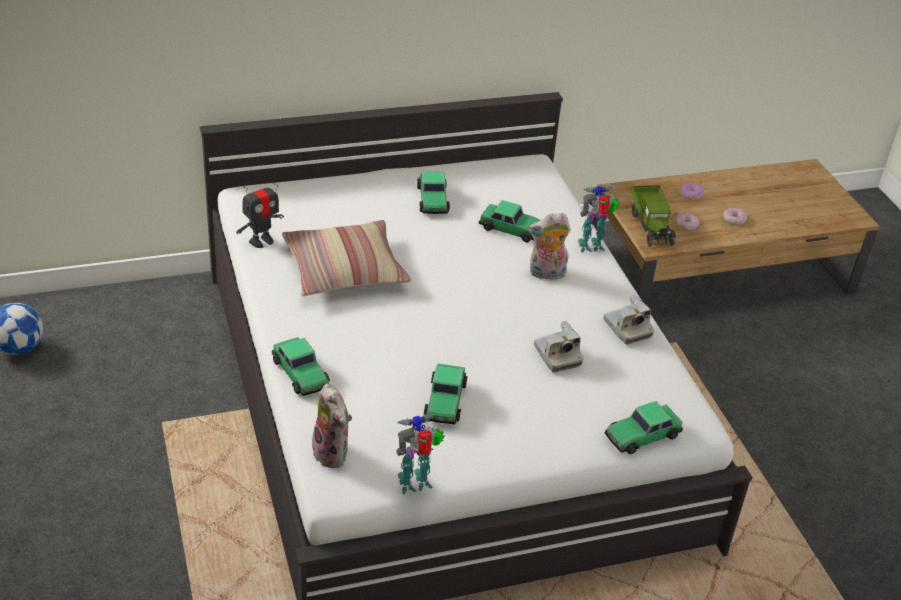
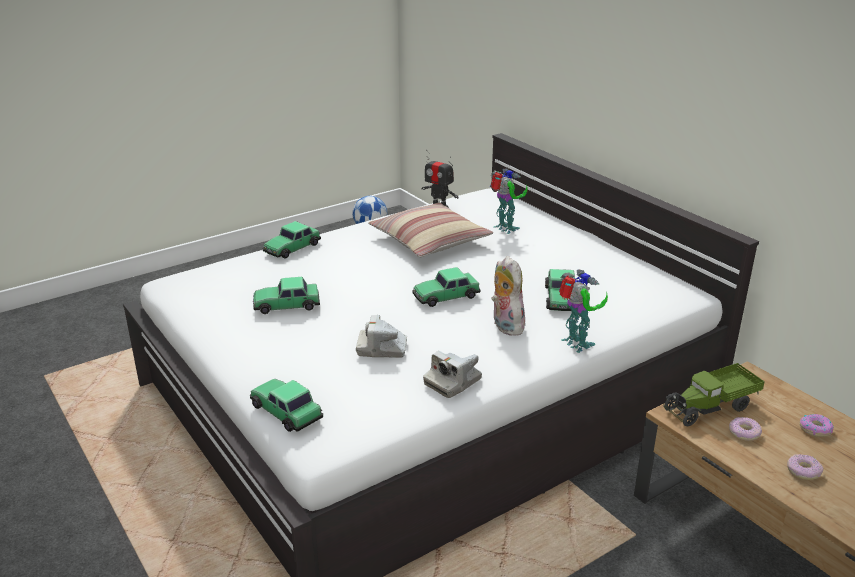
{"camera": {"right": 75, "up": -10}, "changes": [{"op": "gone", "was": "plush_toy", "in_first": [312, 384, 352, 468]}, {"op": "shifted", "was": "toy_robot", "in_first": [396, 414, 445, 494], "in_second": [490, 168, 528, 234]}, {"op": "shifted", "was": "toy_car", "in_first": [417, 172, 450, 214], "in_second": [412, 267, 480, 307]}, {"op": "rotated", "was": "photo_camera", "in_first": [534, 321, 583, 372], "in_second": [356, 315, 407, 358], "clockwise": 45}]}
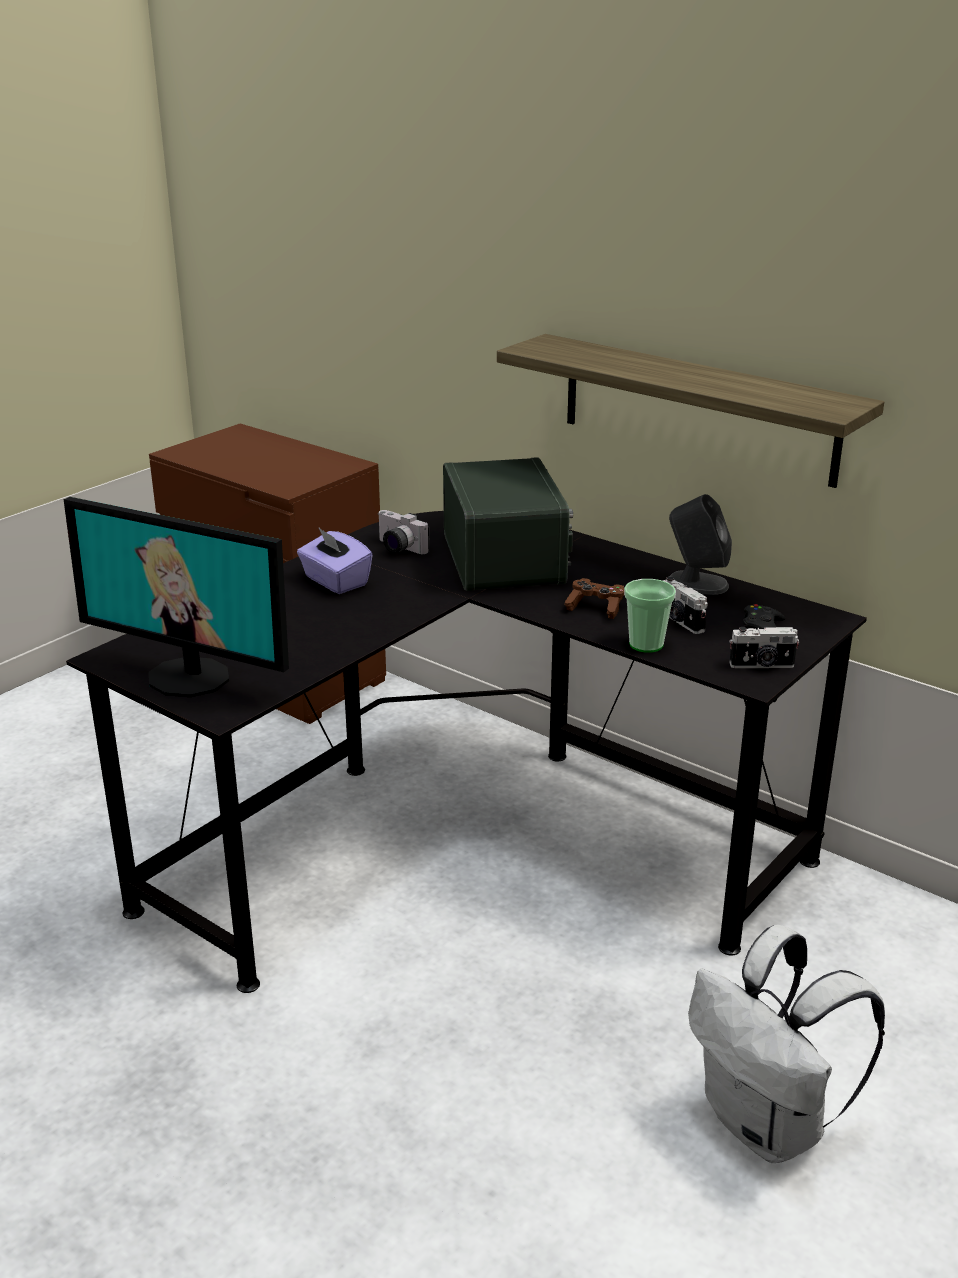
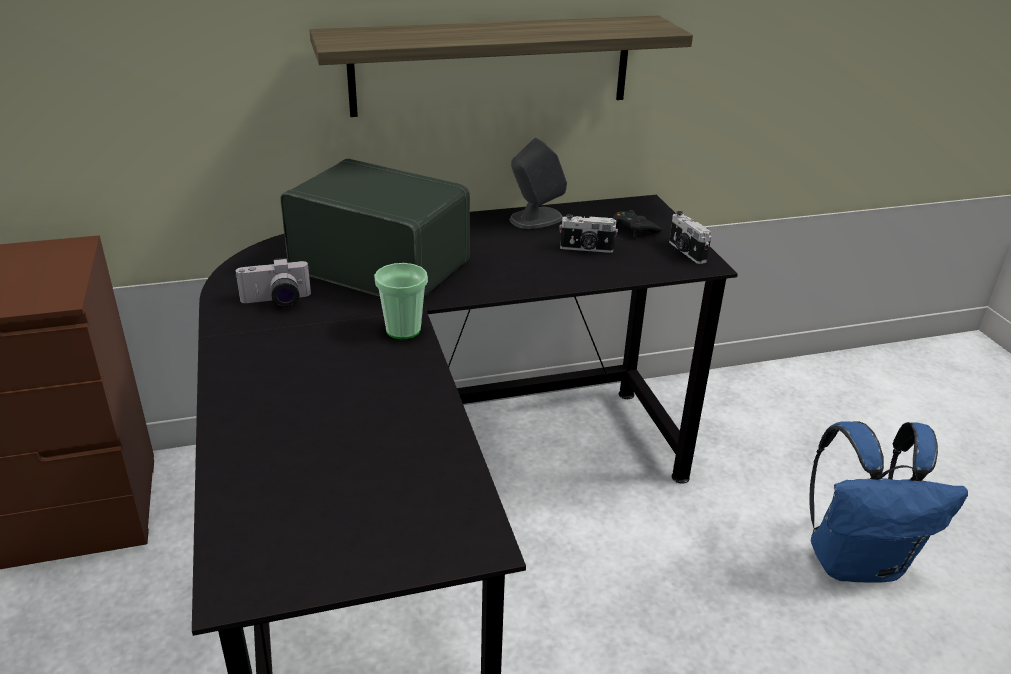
{"camera": {"right": -55, "up": 5}, "changes": [{"op": "gone", "was": "monitor", "in_first": [64, 497, 289, 697]}, {"op": "gone", "was": "purple_tissue_box", "in_first": [297, 527, 373, 594]}, {"op": "gone", "was": "brown_game_controller", "in_first": [564, 578, 624, 619]}, {"op": "shifted", "was": "cup", "in_first": [624, 579, 676, 653], "in_second": [374, 263, 428, 339]}, {"op": "repainted", "was": "white_backpack", "now": "blue_backpack", "in_first": [688, 925, 885, 1163], "in_second": [810, 421, 968, 583]}, {"op": "rotated", "was": "photo_camera", "in_first": [729, 627, 799, 668], "in_second": [669, 211, 711, 264], "clockwise": 120}]}
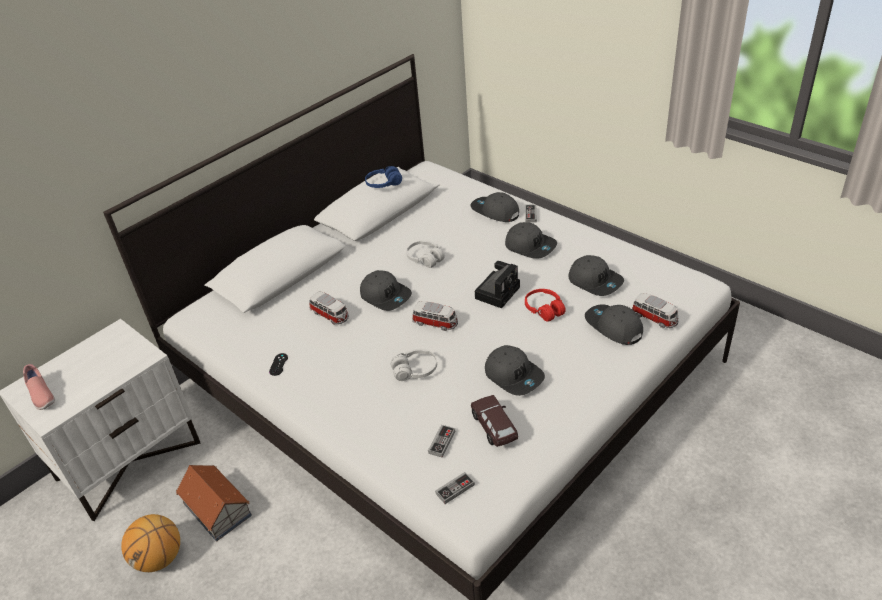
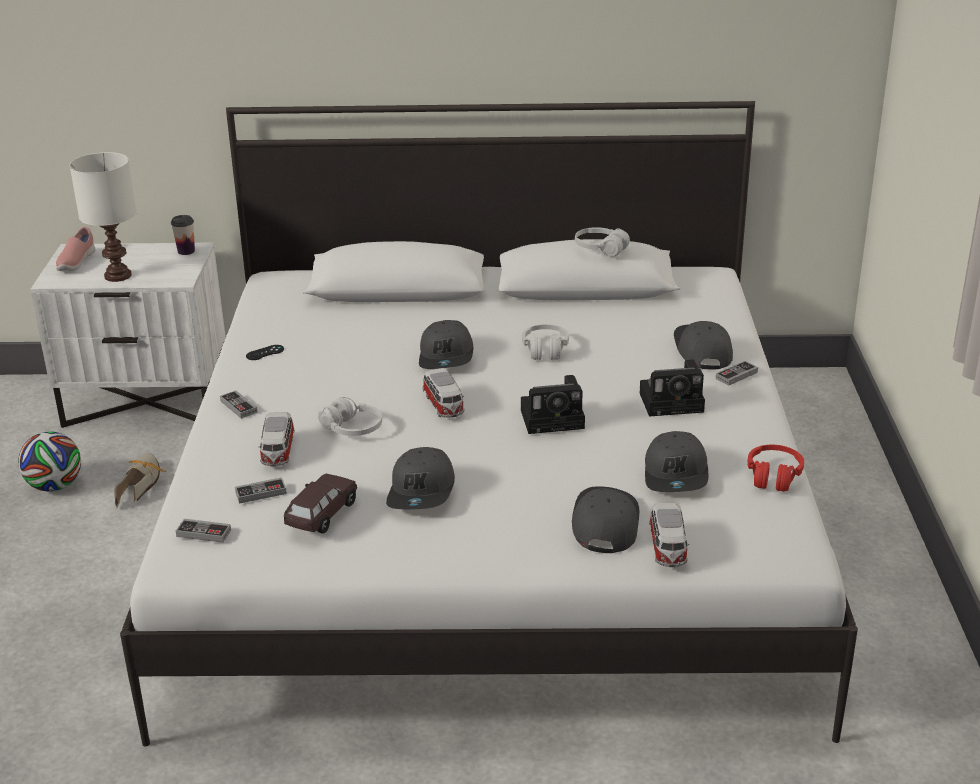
{"camera": {"right": 45, "up": -10}, "changes": [{"op": "new", "now": "white_table_lamp", "in_second": [70, 152, 137, 282]}, {"op": "new", "now": "cup", "in_second": [171, 215, 195, 255]}, {"op": "new", "now": "game_controller", "in_second": [220, 391, 258, 419]}, {"op": "shifted", "was": "toy_car", "in_first": [309, 291, 349, 325], "in_second": [258, 412, 295, 467]}, {"op": "shifted", "was": "red_headphones", "in_first": [525, 289, 566, 321], "in_second": [748, 445, 804, 492]}, {"op": "swapped", "was": "basketball", "now": "football", "in_first": [121, 514, 180, 572], "in_second": [18, 431, 81, 492]}, {"op": "swapped", "was": "toy_house", "now": "shoe", "in_first": [176, 465, 252, 541], "in_second": [114, 453, 166, 507]}, {"op": "swapped", "was": "grey_cap", "now": "photo_camera", "in_first": [505, 222, 557, 259], "in_second": [640, 359, 705, 416]}, {"op": "repainted", "was": "blue_headphones", "now": "white_headphones", "in_first": [365, 166, 402, 188], "in_second": [575, 227, 630, 257]}]}
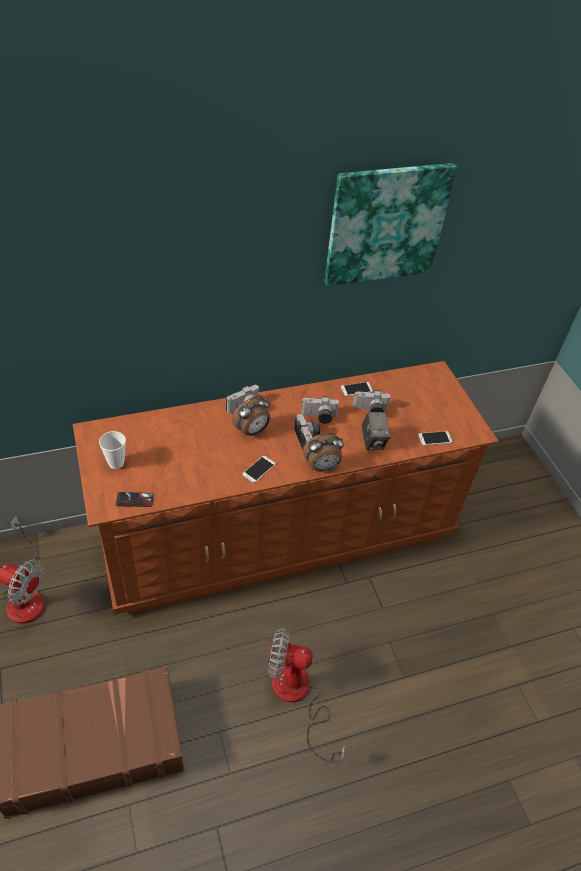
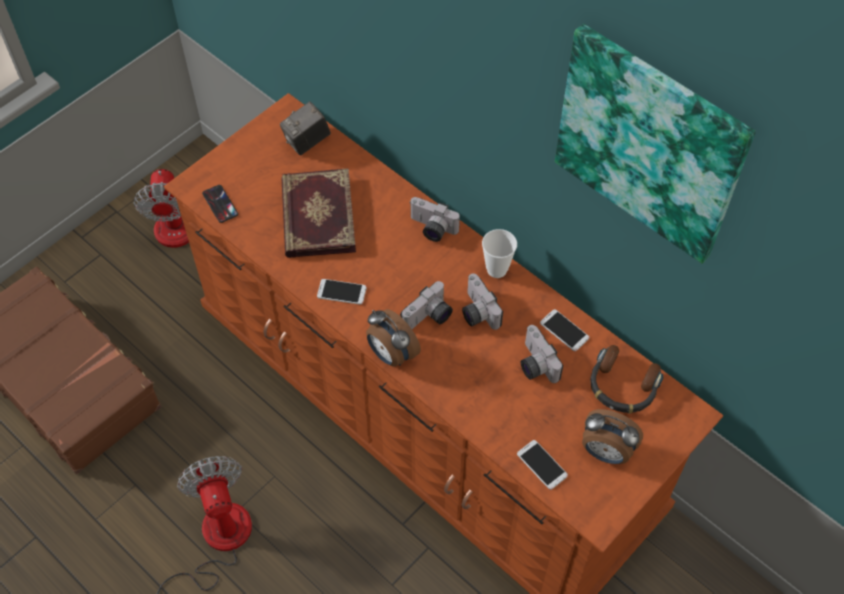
{"camera": {"right": 65, "up": 10}, "changes": [{"op": "new", "now": "book", "in_second": [281, 168, 356, 258]}, {"op": "new", "now": "headphones", "in_second": [590, 345, 664, 413]}, {"op": "shifted", "was": "cup", "in_first": [99, 431, 126, 469], "in_second": [482, 229, 517, 278]}, {"op": "shifted", "was": "alarm_clock", "in_first": [232, 395, 270, 436], "in_second": [582, 409, 643, 464]}, {"op": "shifted", "was": "photo_camera", "in_first": [361, 412, 391, 450], "in_second": [280, 101, 331, 155]}]}
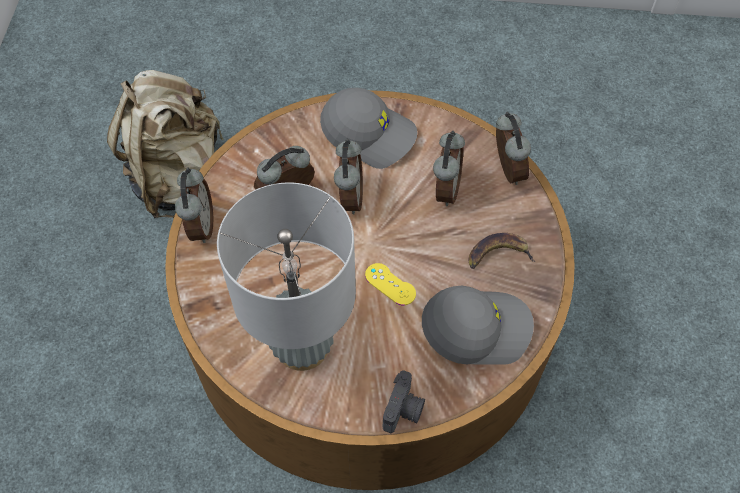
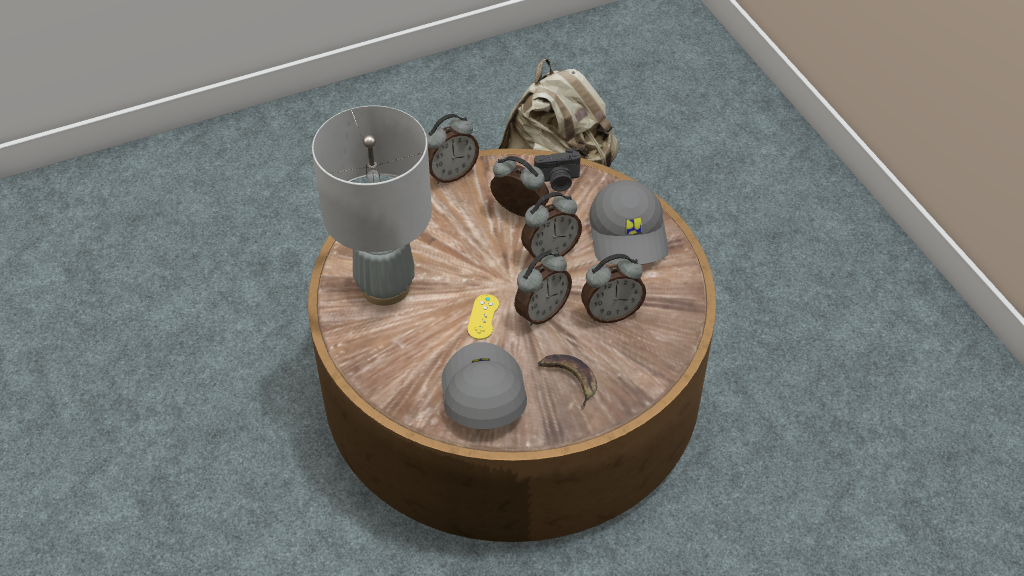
{"camera": {"right": 60, "up": -10}, "changes": [{"op": "shifted", "was": "photo_camera", "in_first": [383, 370, 425, 433], "in_second": [534, 149, 581, 191]}, {"op": "shifted", "was": "alarm_clock", "in_first": [496, 112, 531, 185], "in_second": [514, 251, 572, 326]}, {"op": "rotated", "was": "grey_cap", "in_first": [422, 286, 534, 365], "in_second": [442, 342, 527, 429], "clockwise": -150}]}
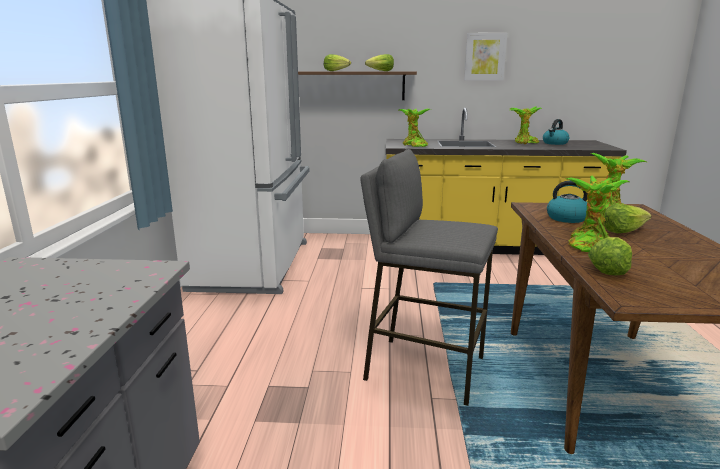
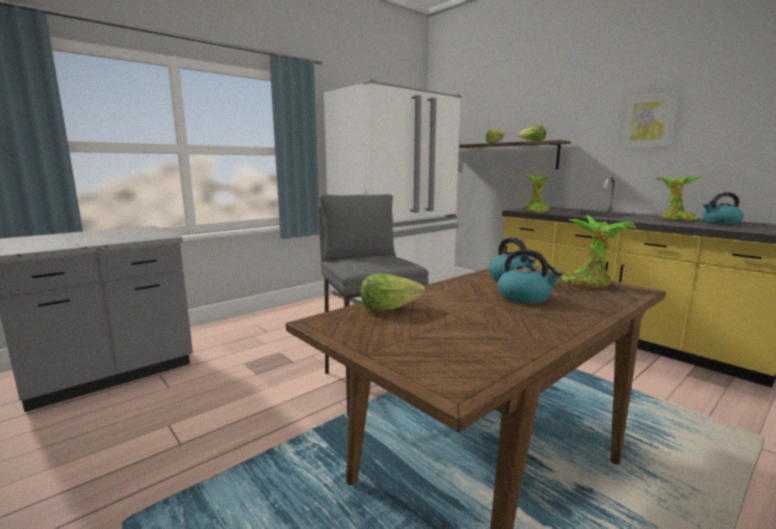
{"camera": {"right": 45, "up": -5}, "changes": [{"op": "gone", "was": "potted_plant", "in_first": [566, 176, 629, 252]}, {"op": "swapped", "was": "lettuce", "now": "kettle", "in_first": [604, 204, 651, 233], "in_second": [498, 249, 562, 304]}]}
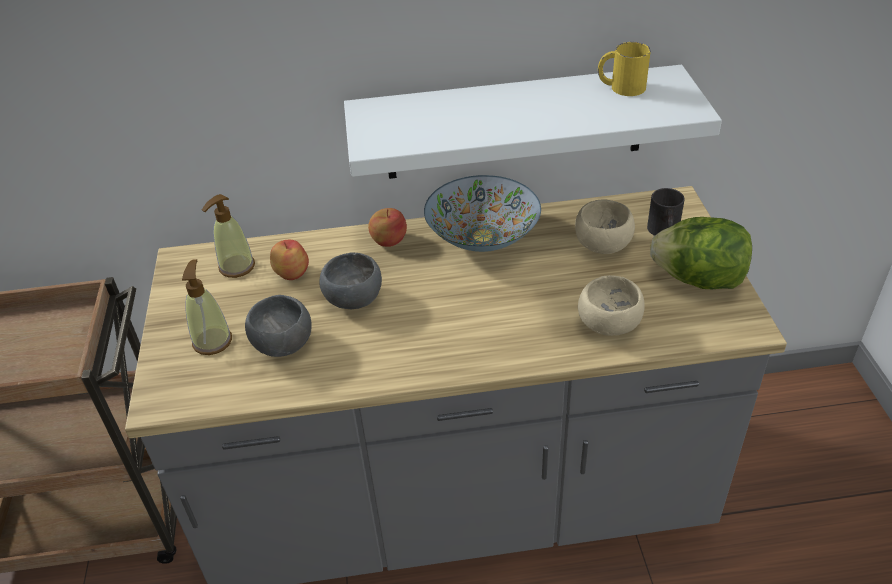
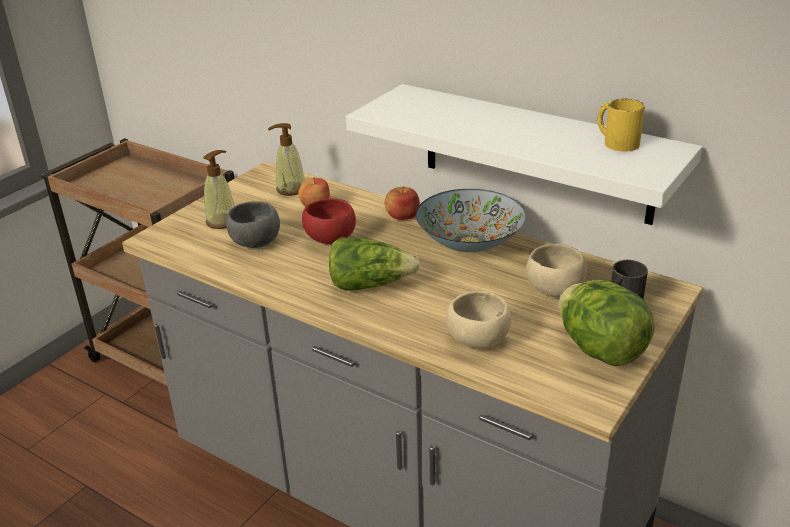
{"camera": {"right": 40, "up": -10}, "changes": [{"op": "new", "now": "lettuce", "in_second": [329, 237, 421, 291]}, {"op": "repainted", "was": "grey_bowl", "now": "red_bowl", "in_first": [319, 252, 382, 309], "in_second": [302, 198, 356, 244]}]}
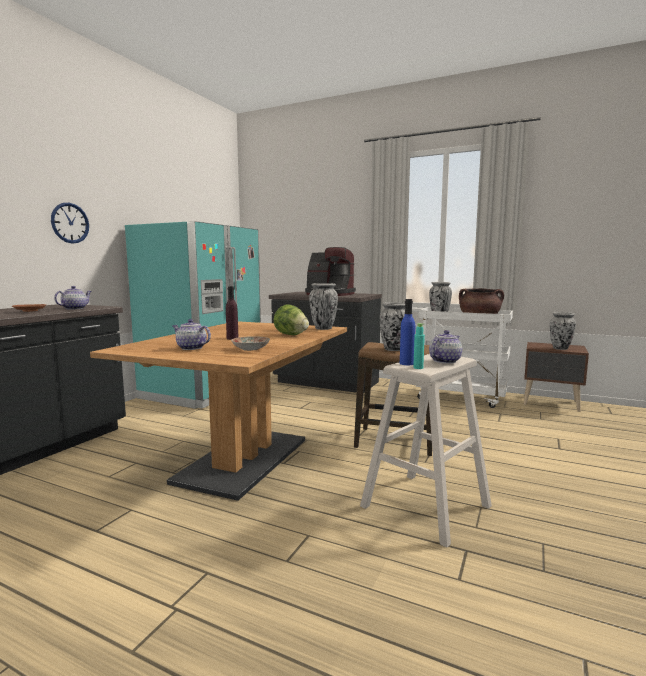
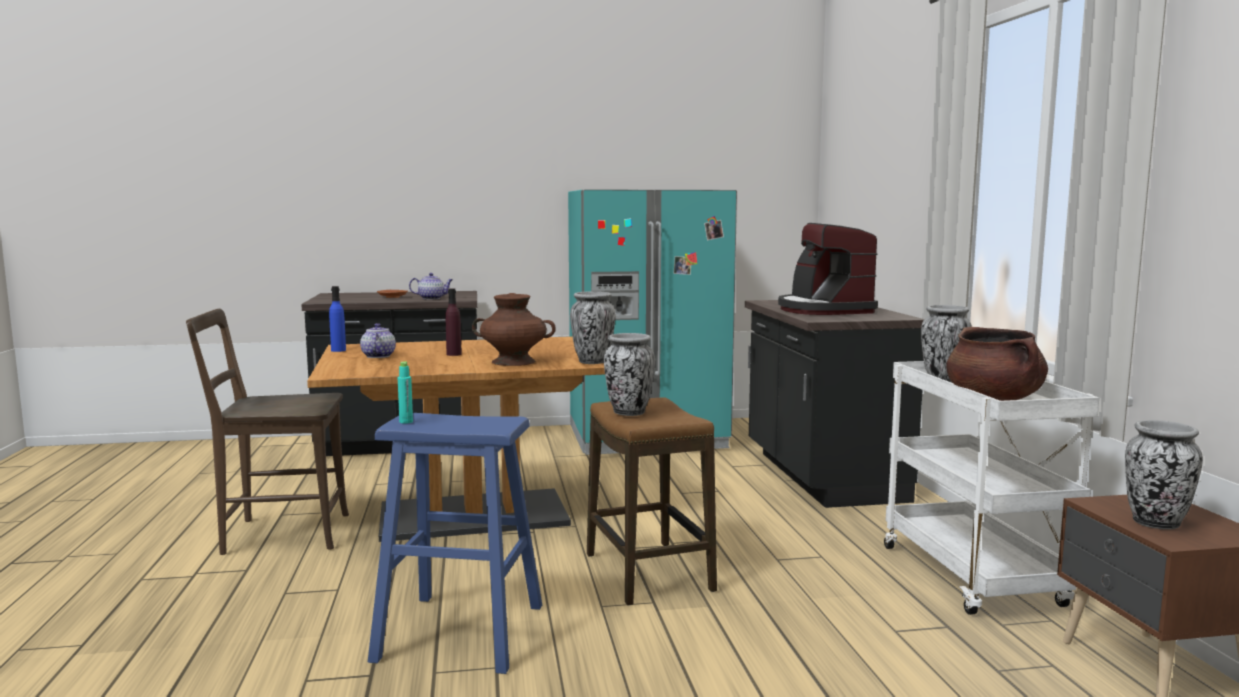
{"camera": {"right": 55, "up": 0}, "changes": [{"op": "gone", "was": "wall_clock", "in_first": [51, 203, 89, 244]}, {"op": "gone", "was": "plate", "in_first": [231, 336, 270, 351]}, {"op": "gone", "was": "teapot", "in_first": [429, 330, 462, 364]}, {"op": "new", "now": "brown_chair", "in_second": [186, 309, 349, 555]}, {"op": "shifted", "was": "blue_bottle", "in_first": [400, 299, 415, 365], "in_second": [329, 286, 346, 352]}, {"op": "swapped", "was": "lettuce", "now": "brown_vase", "in_first": [273, 304, 309, 335], "in_second": [472, 293, 556, 366]}, {"op": "repainted", "was": "beige_stool", "now": "blue_stool", "in_first": [360, 354, 492, 548], "in_second": [368, 413, 542, 674]}]}
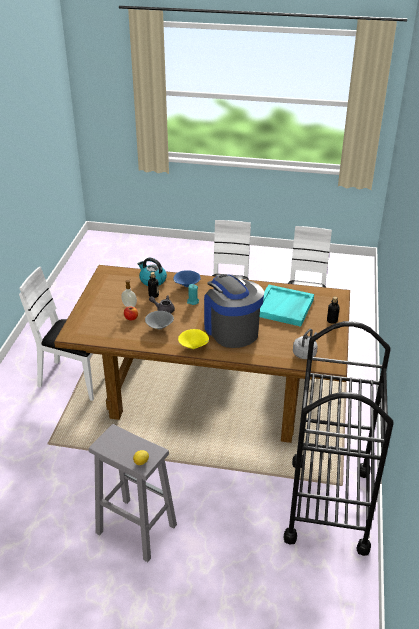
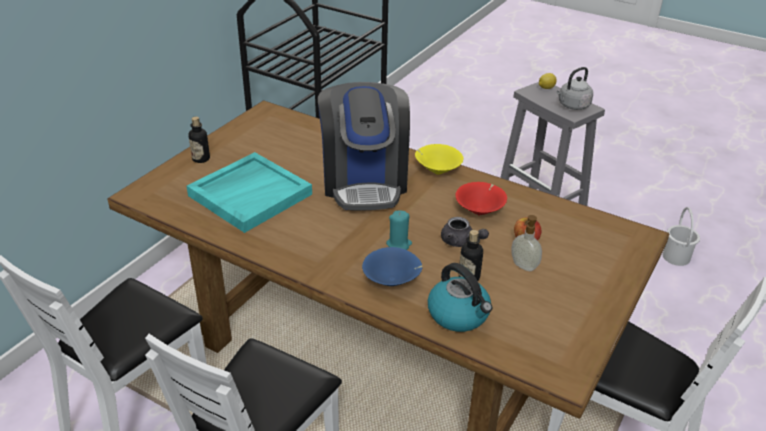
{"camera": {"right": -160, "up": 0}, "changes": [{"op": "new", "now": "white_bucket", "in_second": [663, 207, 700, 266]}, {"op": "shifted", "was": "grey_kettle", "in_first": [293, 329, 317, 359], "in_second": [556, 67, 593, 110]}, {"op": "repainted", "was": "grey_bowl", "now": "red_bowl", "in_first": [145, 311, 174, 329], "in_second": [455, 182, 507, 216]}]}
